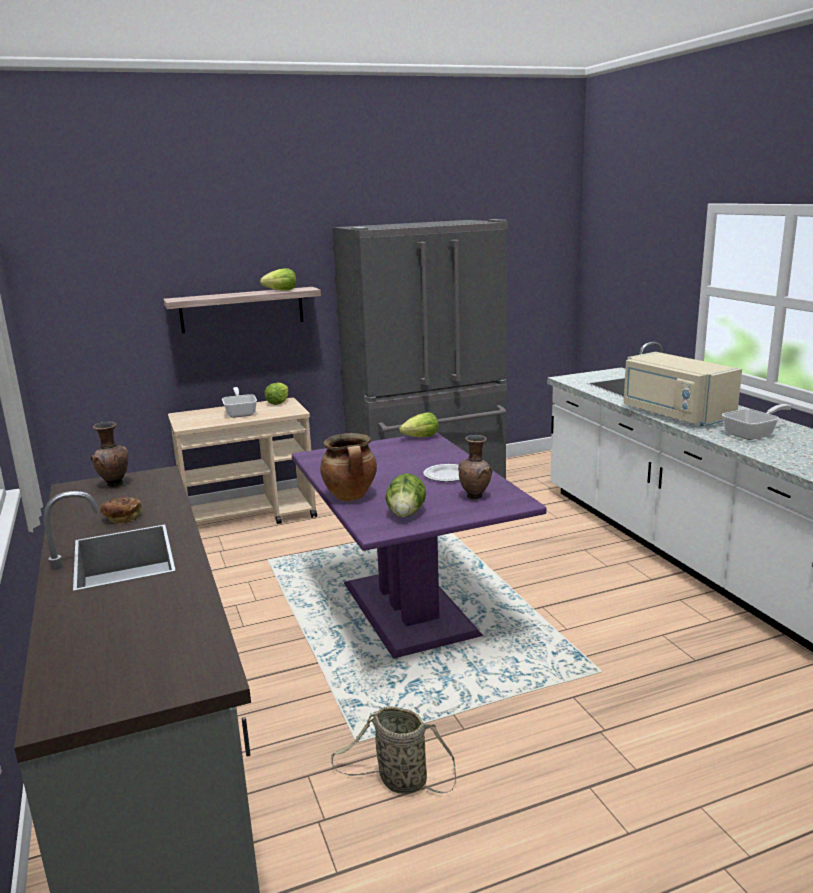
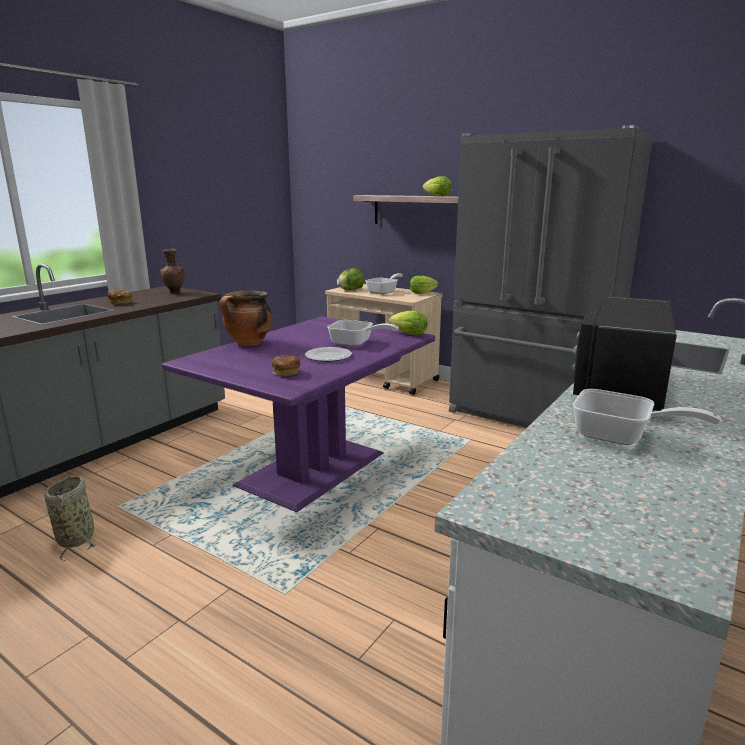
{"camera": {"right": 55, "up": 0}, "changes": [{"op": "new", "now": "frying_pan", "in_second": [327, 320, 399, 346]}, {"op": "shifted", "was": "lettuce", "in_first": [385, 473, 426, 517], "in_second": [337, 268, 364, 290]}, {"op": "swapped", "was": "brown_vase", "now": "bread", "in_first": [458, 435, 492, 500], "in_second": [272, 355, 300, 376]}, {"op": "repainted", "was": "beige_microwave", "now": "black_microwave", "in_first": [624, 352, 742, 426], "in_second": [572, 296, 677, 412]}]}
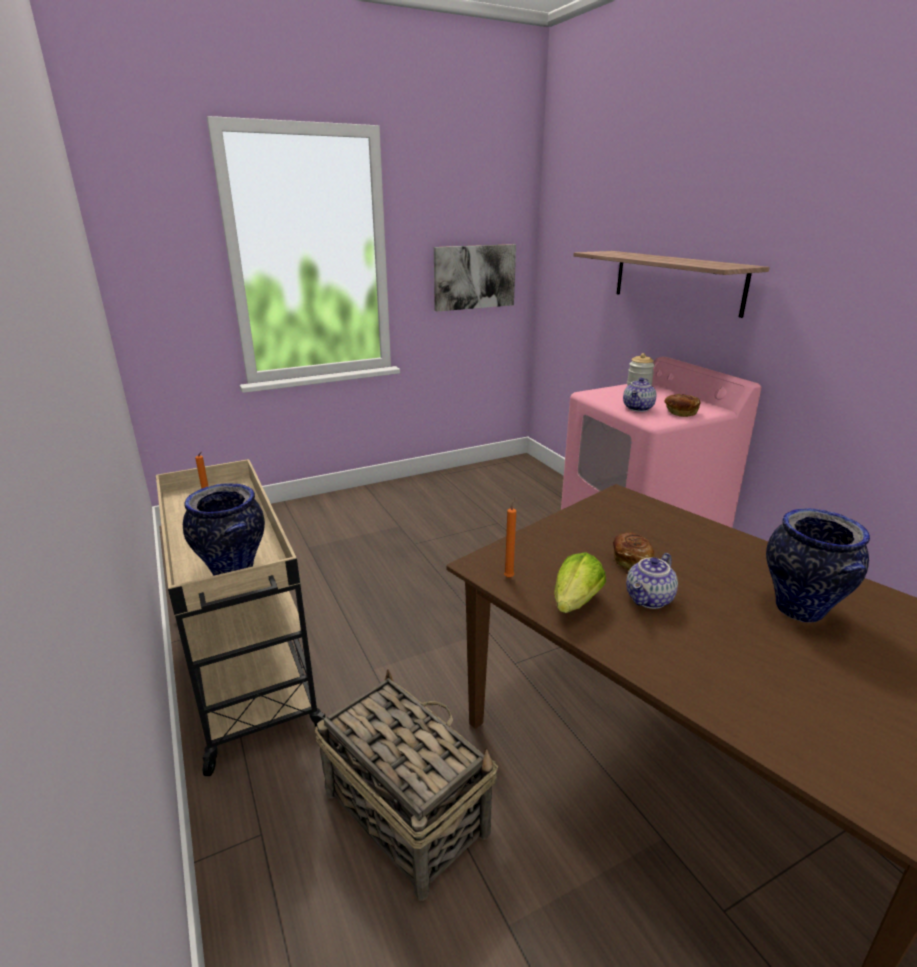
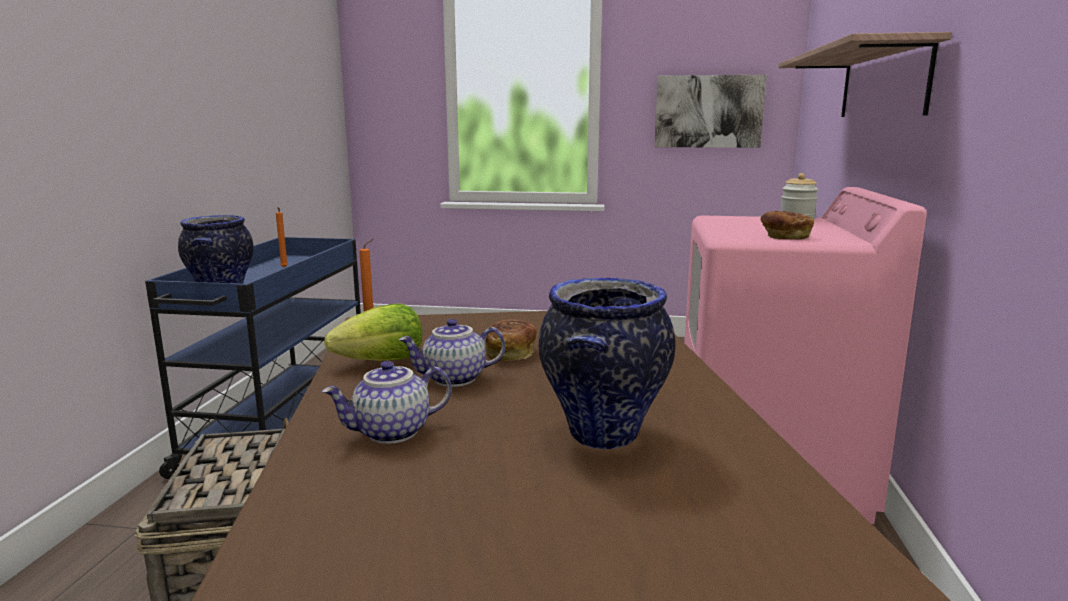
{"camera": {"right": 35, "up": -10}, "changes": [{"op": "shifted", "was": "teapot", "in_first": [623, 378, 656, 412], "in_second": [321, 361, 452, 444]}, {"op": "repainted", "was": "beige_cart", "now": "blue_cart", "in_first": [156, 459, 325, 776], "in_second": [145, 237, 361, 479]}]}
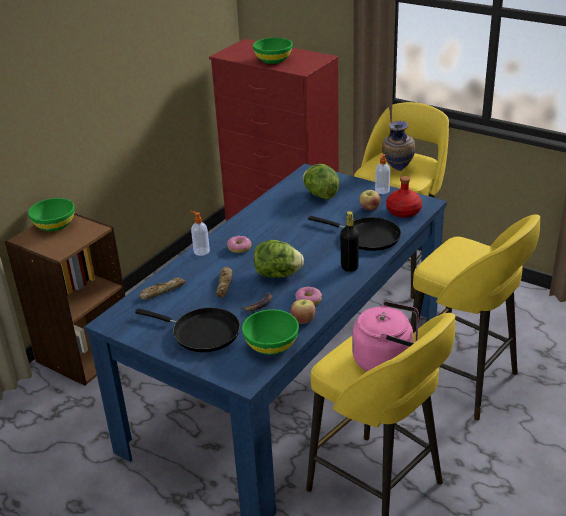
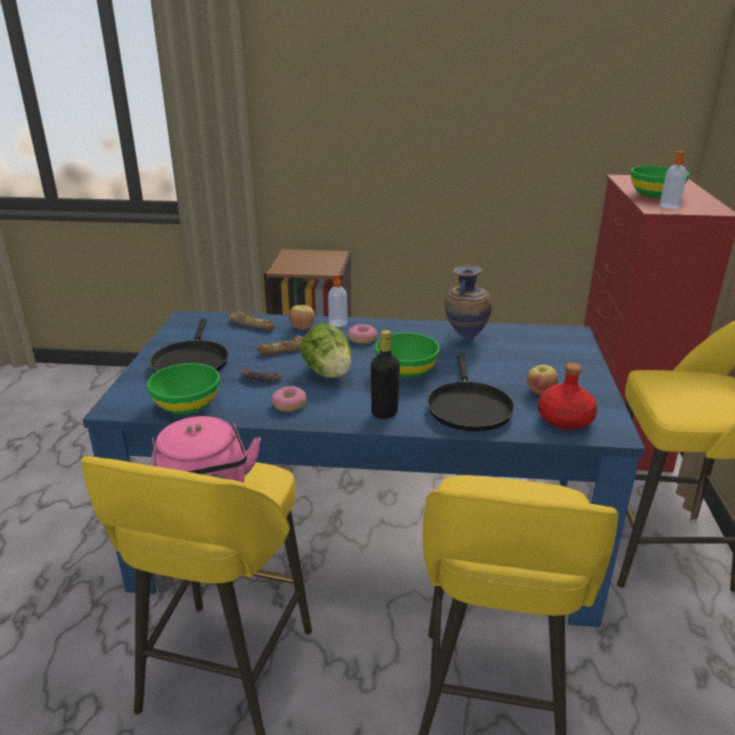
{"camera": {"right": 60, "up": -5}, "changes": [{"op": "gone", "was": "lettuce", "in_first": [303, 164, 340, 200]}, {"op": "shifted", "was": "green_bowl", "in_first": [28, 198, 75, 231], "in_second": [375, 333, 440, 378]}, {"op": "shifted", "was": "apple", "in_first": [290, 300, 315, 324], "in_second": [289, 305, 315, 330]}, {"op": "shifted", "was": "soap_dispenser", "in_first": [375, 154, 390, 194], "in_second": [660, 151, 687, 209]}, {"op": "shifted", "was": "vase", "in_first": [382, 121, 415, 171], "in_second": [444, 265, 492, 341]}]}
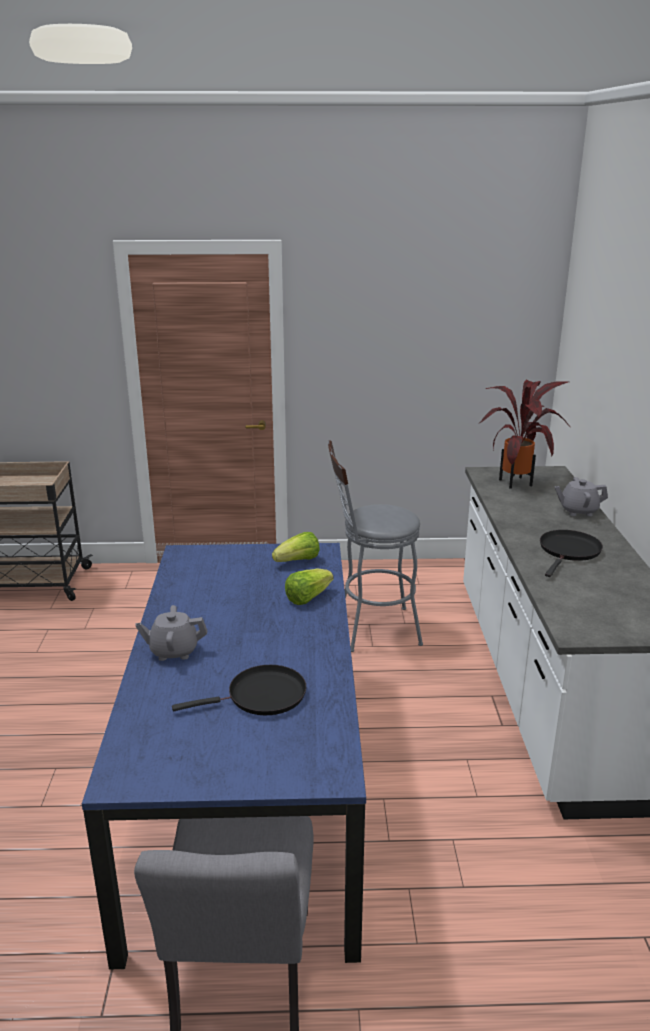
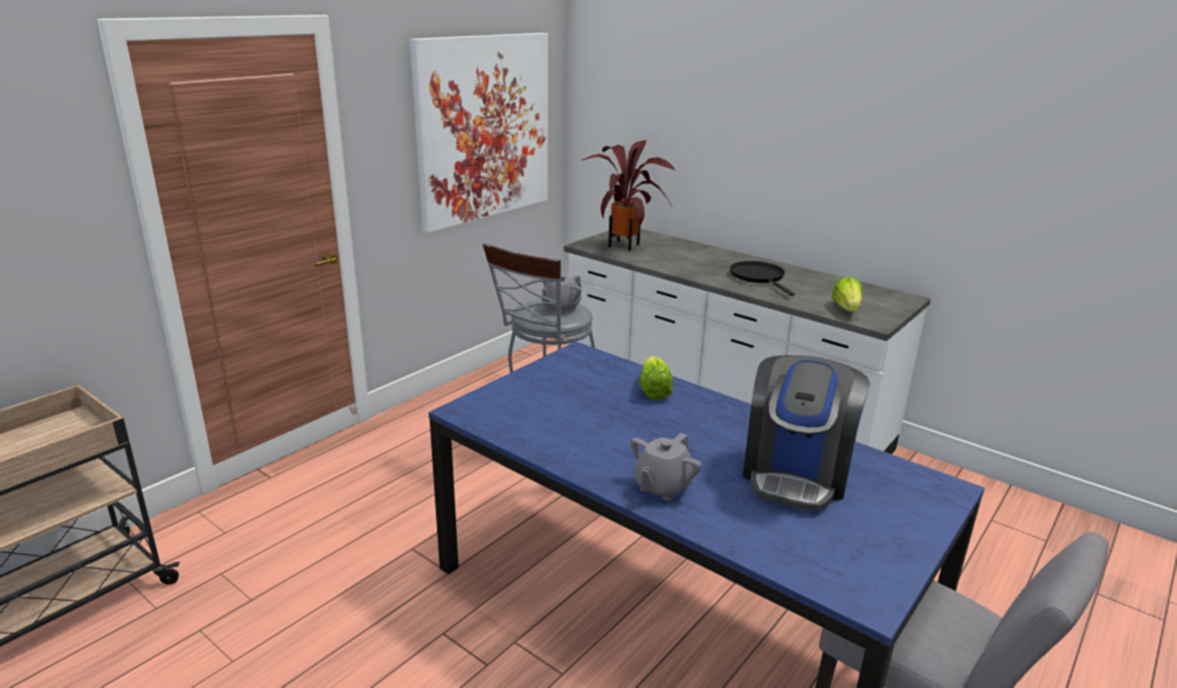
{"camera": {"right": -50, "up": 0}, "changes": [{"op": "new", "now": "picture", "in_second": [409, 33, 548, 233]}, {"op": "shifted", "was": "lettuce", "in_first": [272, 532, 320, 562], "in_second": [832, 277, 862, 312]}, {"op": "shifted", "was": "grey_teapot", "in_first": [555, 477, 608, 516], "in_second": [542, 275, 581, 314]}, {"op": "swapped", "was": "black_frying_pan", "now": "coffee_machine", "in_first": [172, 665, 306, 715], "in_second": [743, 355, 870, 511]}]}
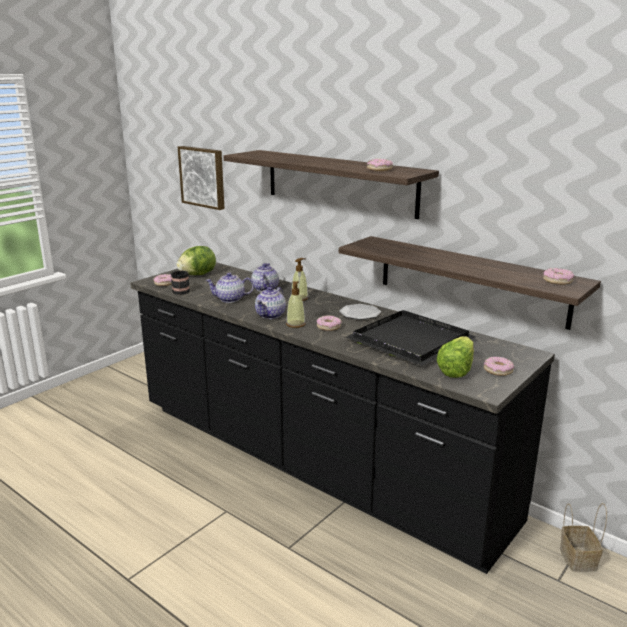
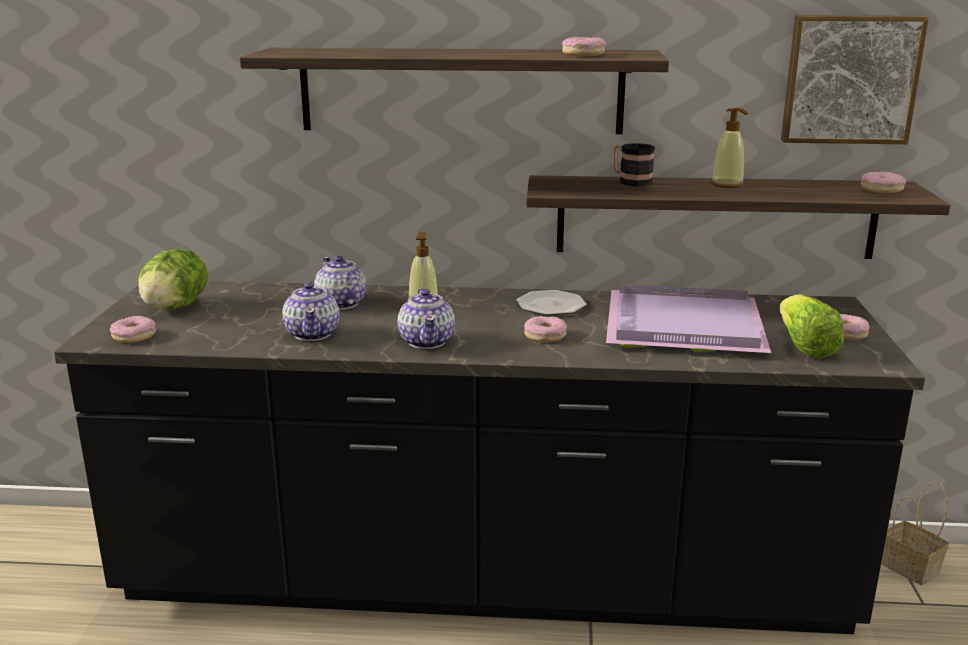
{"camera": {"right": -35, "up": 0}, "changes": [{"op": "shifted", "was": "mug", "in_first": [171, 270, 190, 295], "in_second": [613, 143, 655, 187]}, {"op": "shifted", "was": "picture", "in_first": [178, 146, 225, 210], "in_second": [781, 15, 929, 144]}, {"op": "shifted", "was": "soap_dispenser", "in_first": [286, 281, 306, 328], "in_second": [711, 108, 748, 188]}, {"op": "repainted", "was": "black_tray", "now": "purple_tray", "in_first": [345, 310, 477, 366], "in_second": [606, 284, 771, 353]}, {"op": "rotated", "was": "teapot", "in_first": [205, 272, 254, 303], "in_second": [282, 282, 340, 341], "clockwise": -60}]}
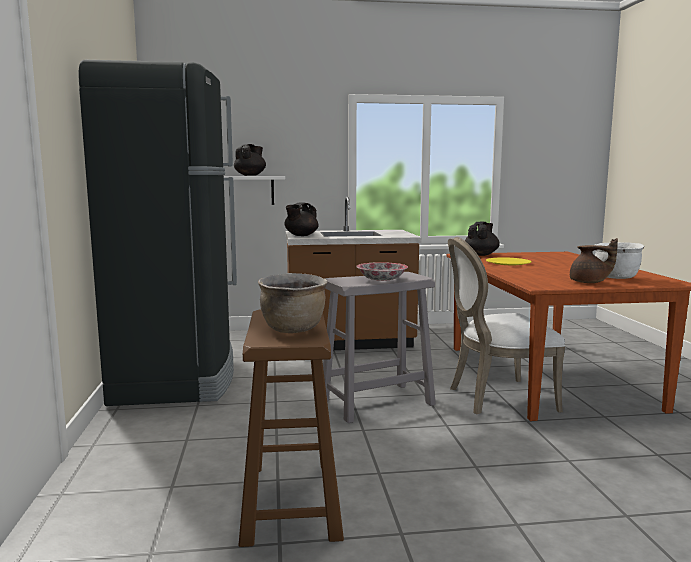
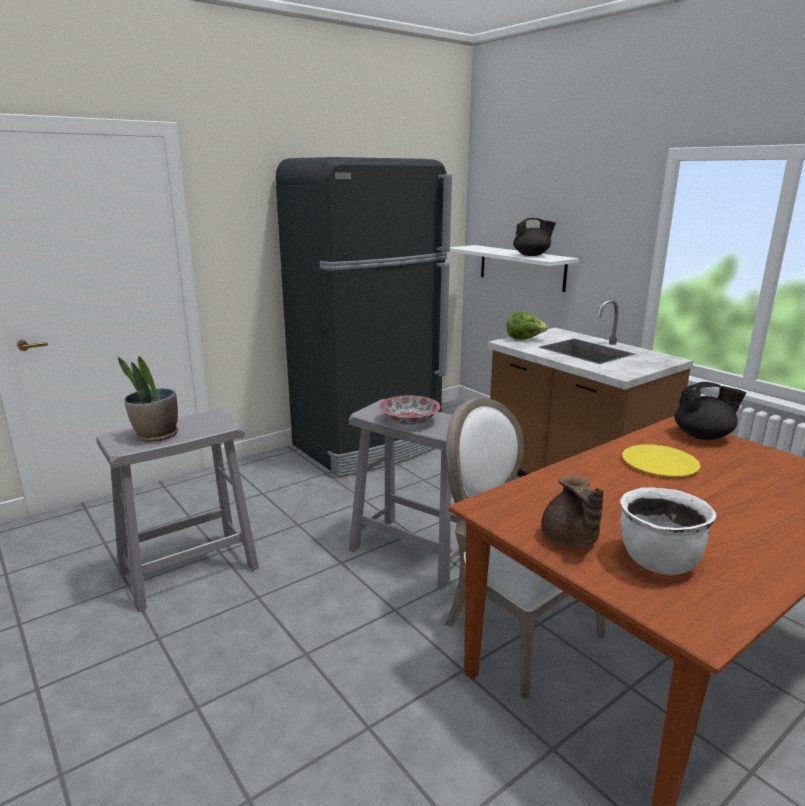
{"camera": {"right": 60, "up": 10}, "changes": [{"op": "swapped", "was": "brown_cooking_pot", "now": "potted_plant", "in_first": [258, 273, 327, 333], "in_second": [118, 356, 178, 442]}, {"op": "swapped", "was": "black_teapot", "now": "lettuce", "in_first": [284, 202, 319, 236], "in_second": [507, 312, 548, 340]}, {"op": "repainted", "was": "brown_stool", "now": "grey_stool", "in_first": [238, 309, 344, 547], "in_second": [96, 410, 259, 612]}]}
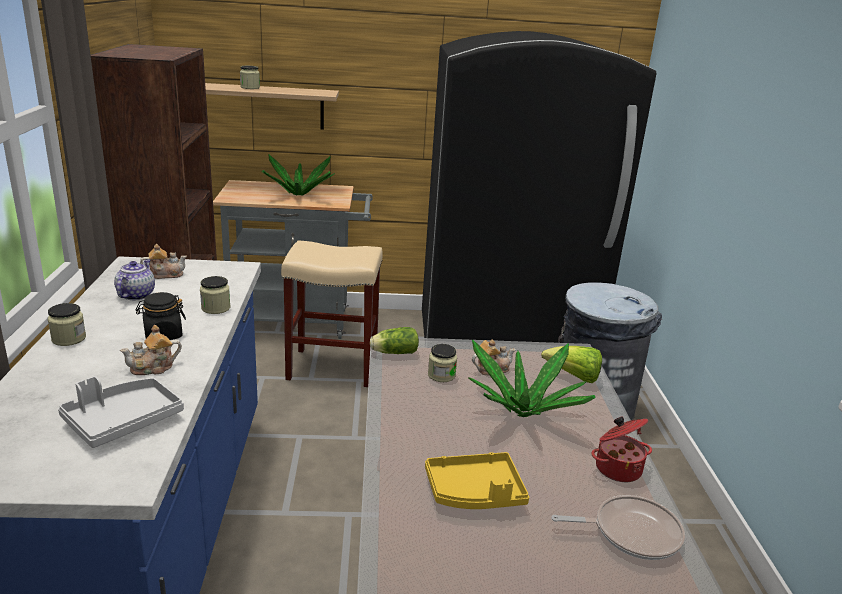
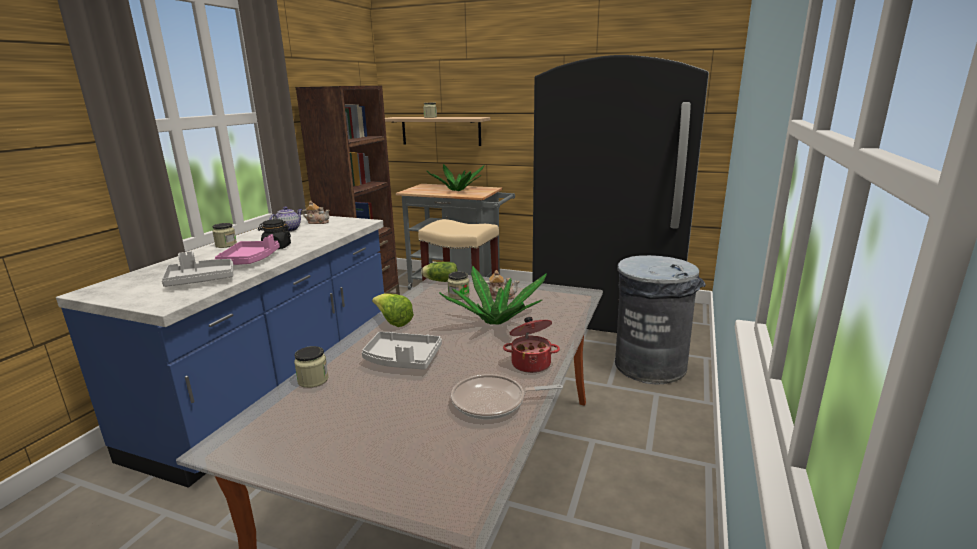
{"camera": {"right": 25, "up": -5}, "changes": [{"op": "shifted", "was": "jar", "in_first": [200, 276, 230, 314], "in_second": [294, 346, 329, 388]}, {"op": "shifted", "was": "lettuce", "in_first": [541, 346, 602, 383], "in_second": [372, 294, 414, 327]}, {"op": "swapped", "was": "teapot", "now": "pink_tray", "in_first": [120, 325, 182, 375], "in_second": [215, 234, 280, 265]}, {"op": "repainted", "was": "yellow_tray", "now": "grey_tray", "in_first": [425, 452, 529, 509], "in_second": [362, 332, 442, 370]}, {"op": "rotated", "was": "frying_pan", "in_first": [551, 495, 685, 560], "in_second": [451, 374, 563, 420], "clockwise": 150}]}
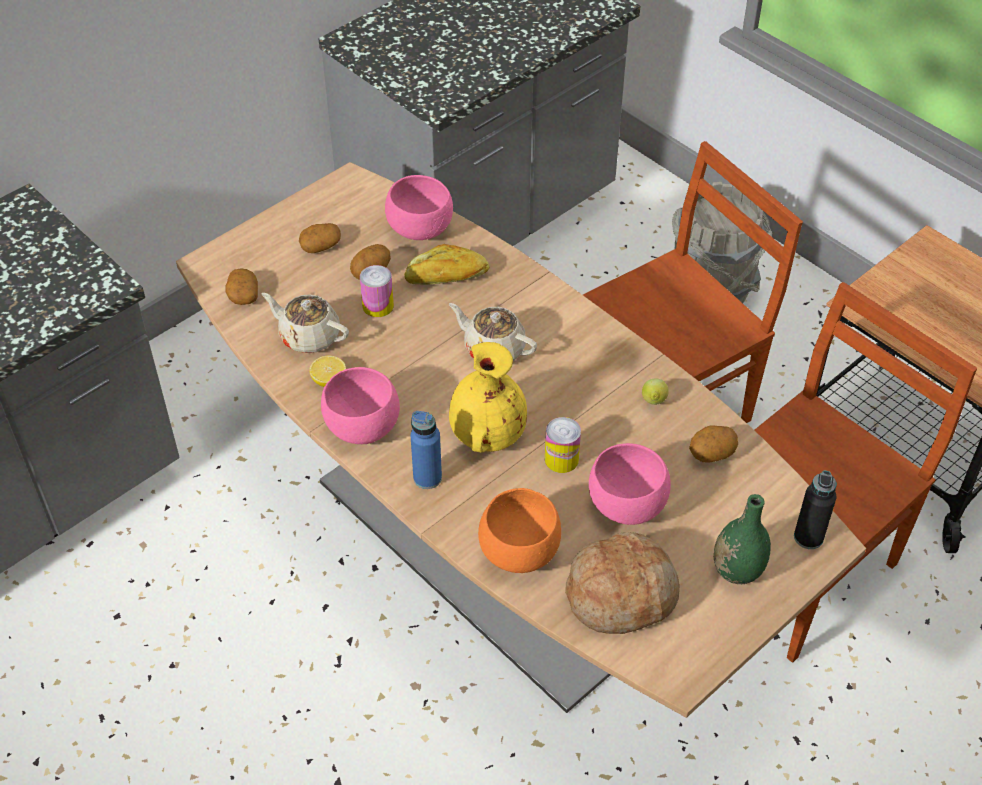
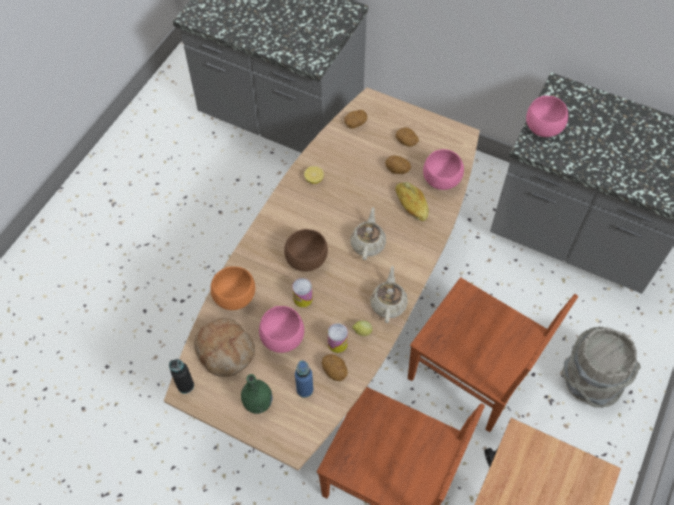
{"camera": {"right": 70, "up": 10}, "changes": [{"op": "shifted", "was": "beige_teapot", "in_first": [261, 293, 349, 353], "in_second": [370, 266, 408, 323]}, {"op": "shifted", "was": "pink_bowl", "in_first": [321, 367, 400, 444], "in_second": [526, 96, 568, 137]}, {"op": "shifted", "was": "can", "in_first": [360, 265, 394, 317], "in_second": [328, 323, 348, 353]}, {"op": "shifted", "was": "blue_bottle", "in_first": [410, 411, 442, 489], "in_second": [295, 361, 313, 398]}, {"op": "shifted", "was": "black_bottle", "in_first": [794, 471, 837, 549], "in_second": [169, 359, 194, 394]}, {"op": "swapped", "was": "yellow_vase", "now": "brown_bowl", "in_first": [449, 342, 527, 452], "in_second": [284, 229, 328, 272]}]}
